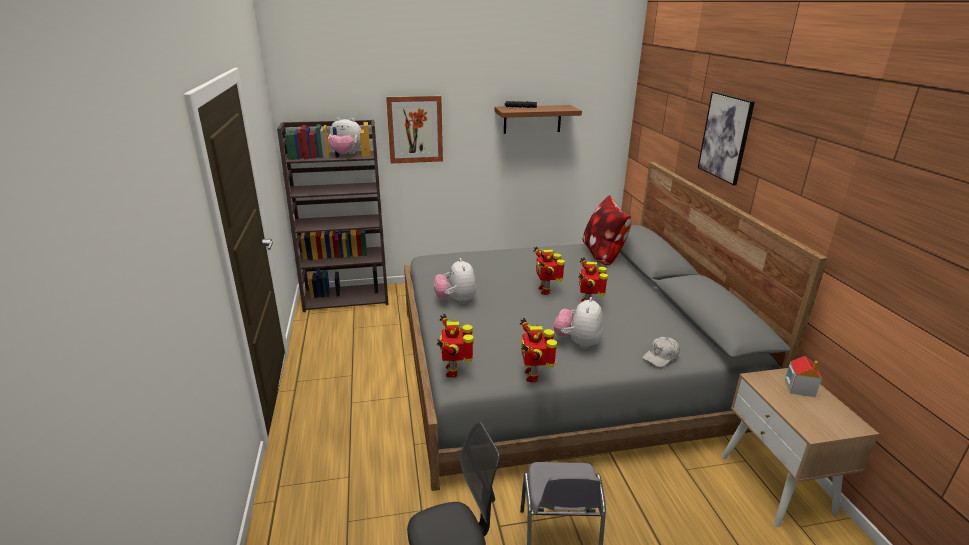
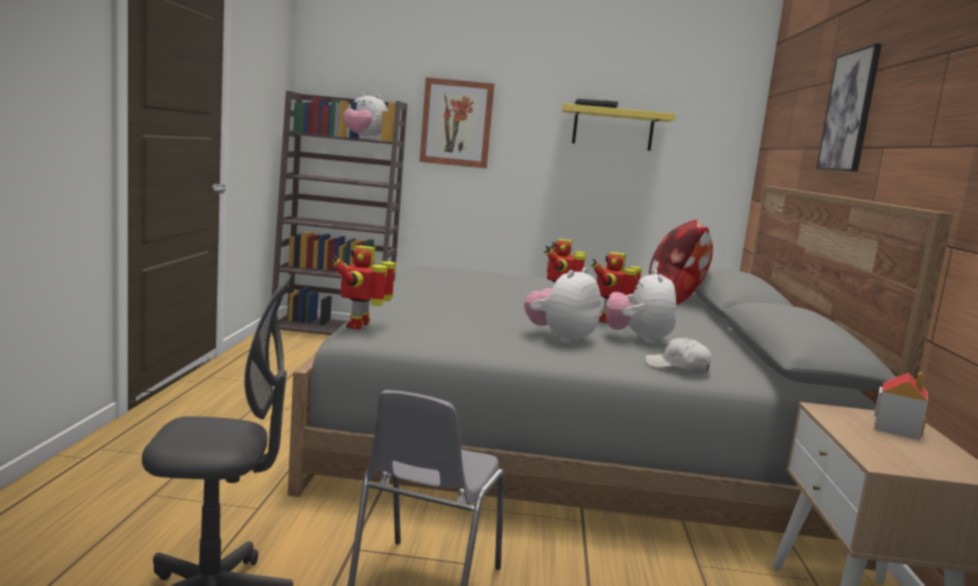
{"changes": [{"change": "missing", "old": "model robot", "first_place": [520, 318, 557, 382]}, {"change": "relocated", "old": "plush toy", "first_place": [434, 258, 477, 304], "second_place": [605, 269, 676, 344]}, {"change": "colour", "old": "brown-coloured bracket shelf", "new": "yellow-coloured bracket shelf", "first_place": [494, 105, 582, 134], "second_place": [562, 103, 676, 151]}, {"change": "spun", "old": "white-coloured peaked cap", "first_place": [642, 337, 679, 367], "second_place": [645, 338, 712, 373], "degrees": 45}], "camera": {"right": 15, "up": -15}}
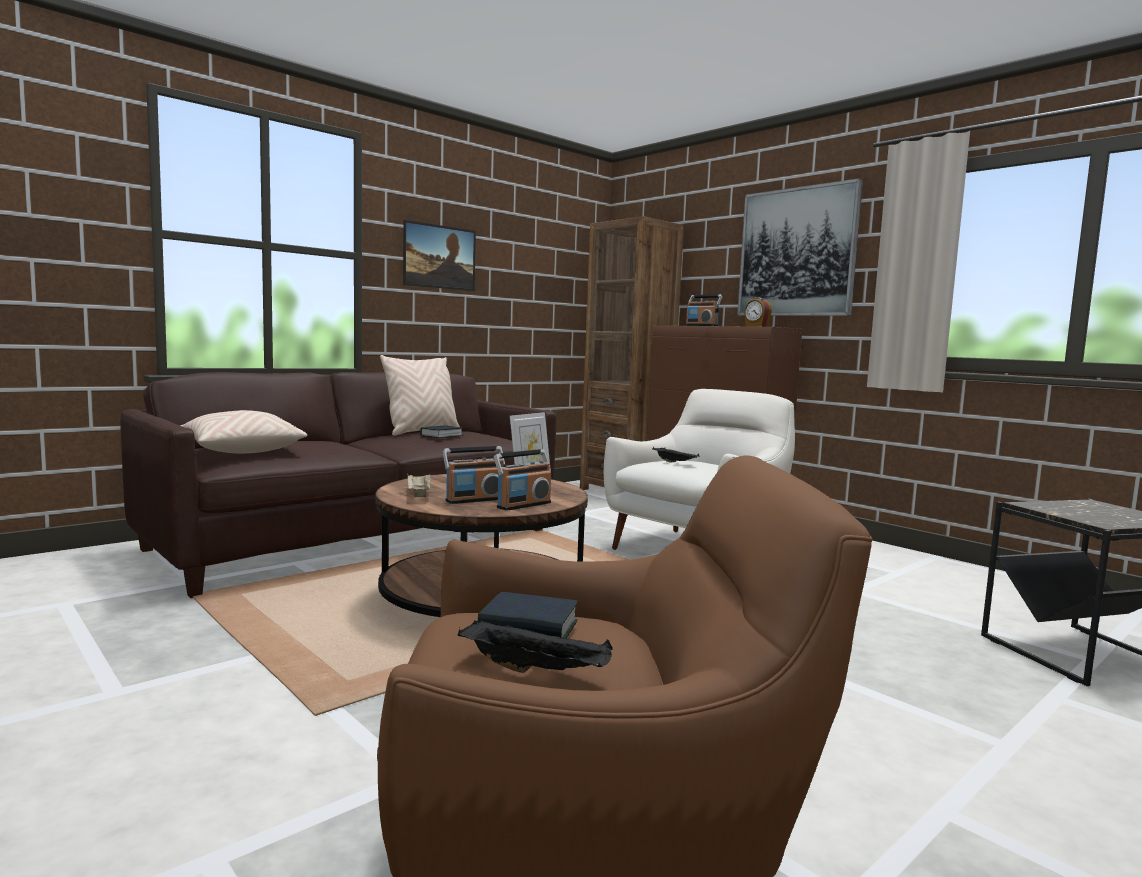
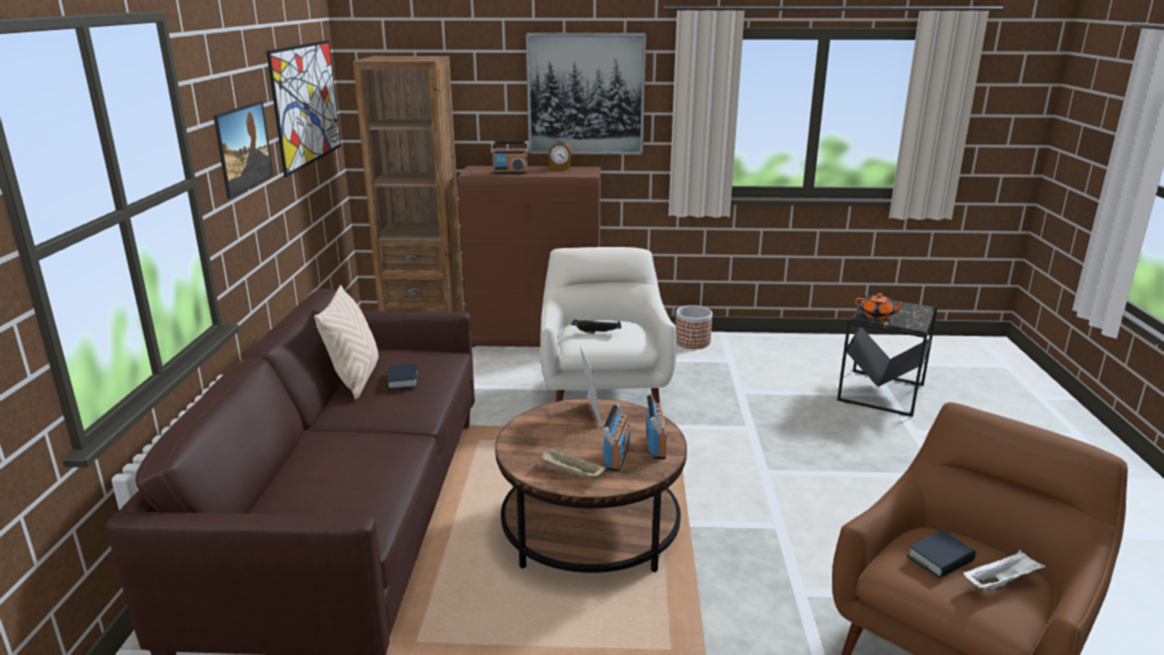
{"changes": [{"change": "missing", "old": "beige-coloured cushion", "first_place": [180, 410, 308, 453]}, {"change": "appeared", "new": "wall picture", "second_place": [266, 40, 341, 177]}, {"change": "appeared", "new": "planter", "second_place": [676, 305, 712, 349]}, {"change": "appeared", "new": "orange teapot", "second_place": [855, 293, 906, 319]}, {"change": "colour", "old": "black tray", "new": "white-coloured tray", "first_place": [458, 619, 613, 673], "second_place": [963, 550, 1046, 591]}], "camera": {"right": -45, "up": 15}}
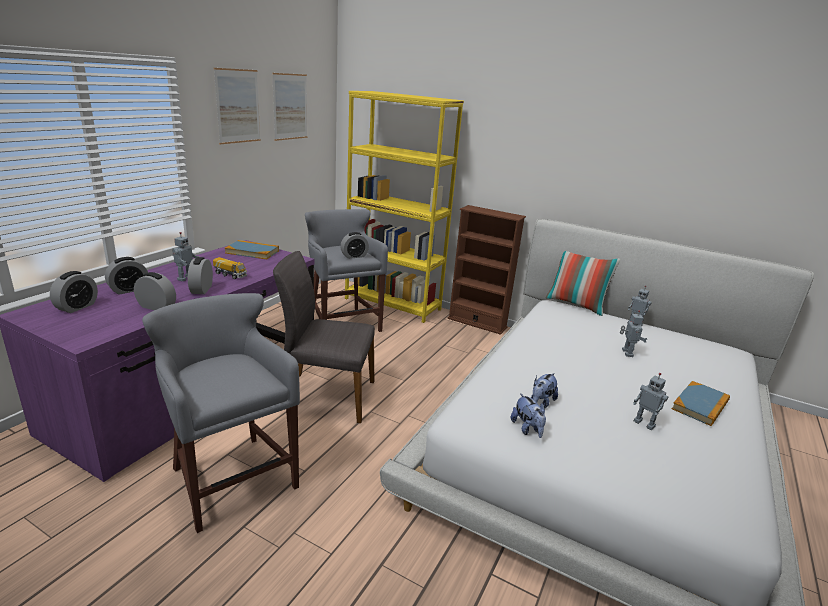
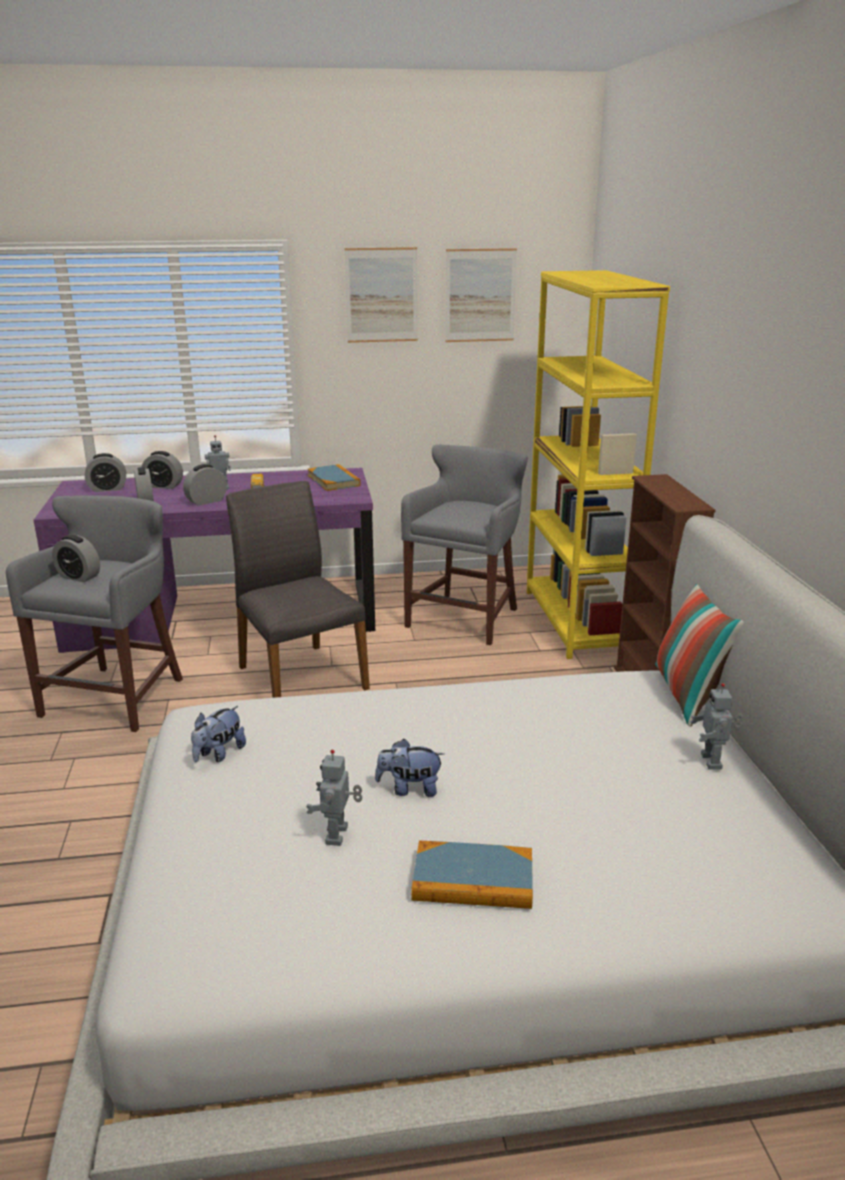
{"changes": [{"change": "missing", "old": "model robot", "first_place": [620, 310, 647, 357]}, {"change": "relocated", "old": "bedside clock", "first_place": [340, 232, 369, 259], "second_place": [52, 535, 100, 582]}, {"change": "relocated", "old": "plush toy", "first_place": [531, 373, 558, 408], "second_place": [375, 739, 444, 797]}], "camera": {"right": 55, "up": 0}}
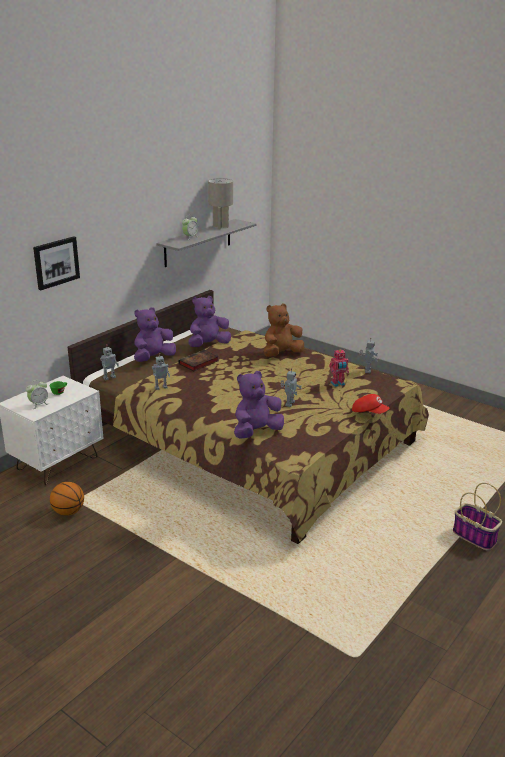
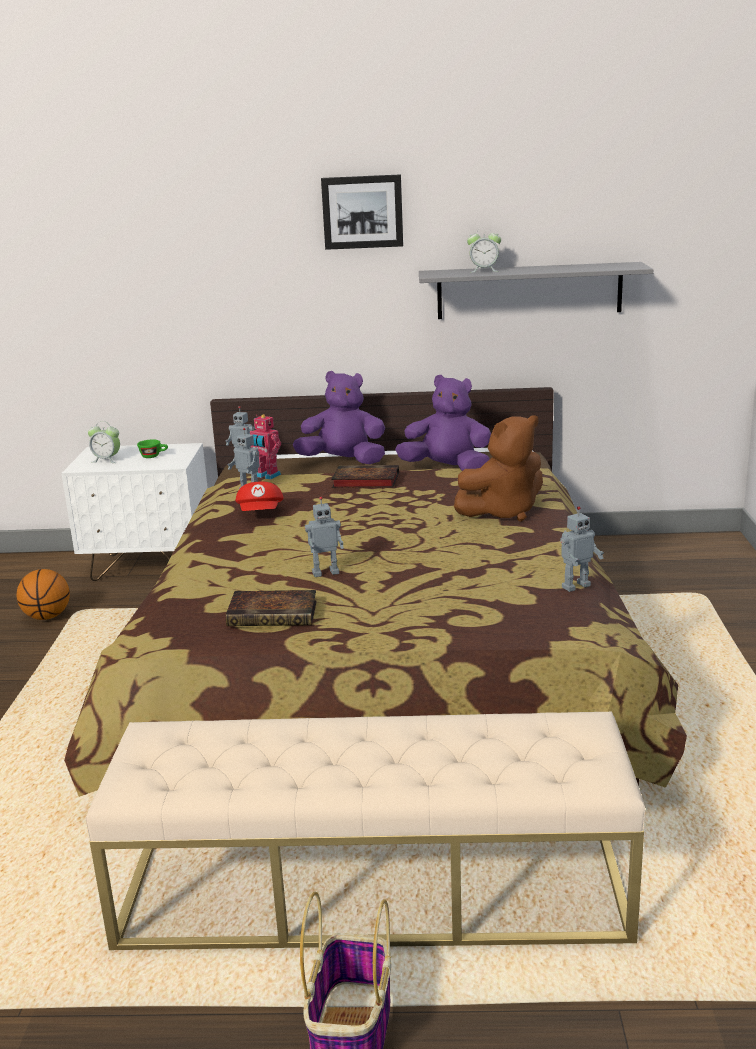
{"changes": [{"change": "missing", "old": "grey table lamp", "first_place": [208, 178, 233, 229]}, {"change": "missing", "old": "purple plush toy", "first_place": [234, 371, 284, 439]}, {"change": "appeared", "new": "beige-coloured indoor bench", "second_place": [86, 712, 645, 950]}, {"change": "appeared", "new": "volume", "second_place": [226, 590, 317, 626]}, {"change": "relocated", "old": "wall picture", "first_place": [33, 236, 80, 290], "second_place": [321, 174, 403, 250]}, {"change": "relocated", "old": "model robot", "first_place": [329, 350, 349, 387], "second_place": [250, 414, 281, 480]}, {"change": "relocated", "old": "reddish peaked cap", "first_place": [352, 394, 389, 414], "second_place": [235, 482, 284, 511]}, {"change": "spun", "old": "brown-coloured plush toy", "first_place": [264, 303, 304, 357], "second_place": [454, 415, 543, 521], "degrees": 135}], "camera": {"right": 55, "up": -5}}
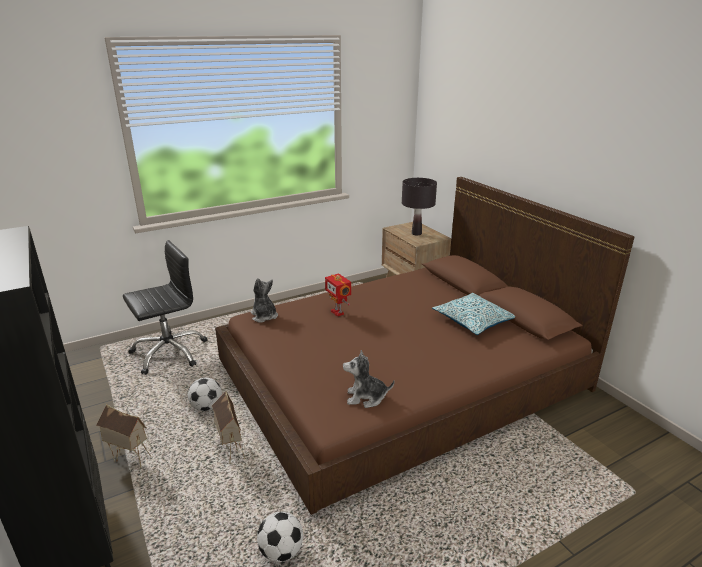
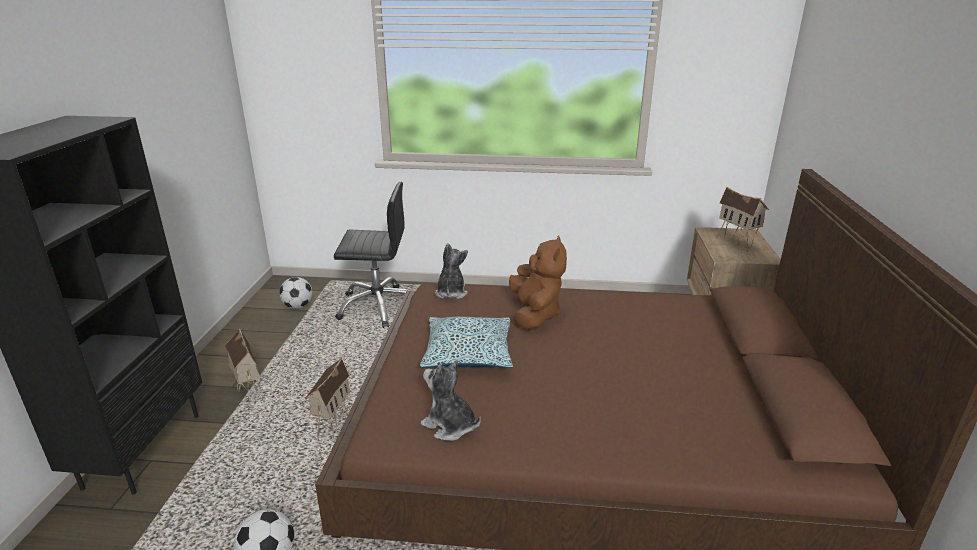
{"changes": [{"change": "relocated", "old": "football ball", "first_place": [188, 378, 222, 411], "second_place": [279, 277, 313, 309]}, {"change": "relocated", "old": "cushion", "first_place": [432, 293, 515, 335], "second_place": [420, 317, 513, 368]}, {"change": "exchanged", "old": "model robot", "new": "brown-coloured plush toy", "first_place": [325, 274, 351, 316], "second_place": [509, 236, 567, 330]}, {"change": "exchanged", "old": "black table lamp", "new": "toy house", "first_place": [402, 178, 437, 235], "second_place": [714, 186, 769, 252]}], "camera": {"right": 35, "up": 0}}
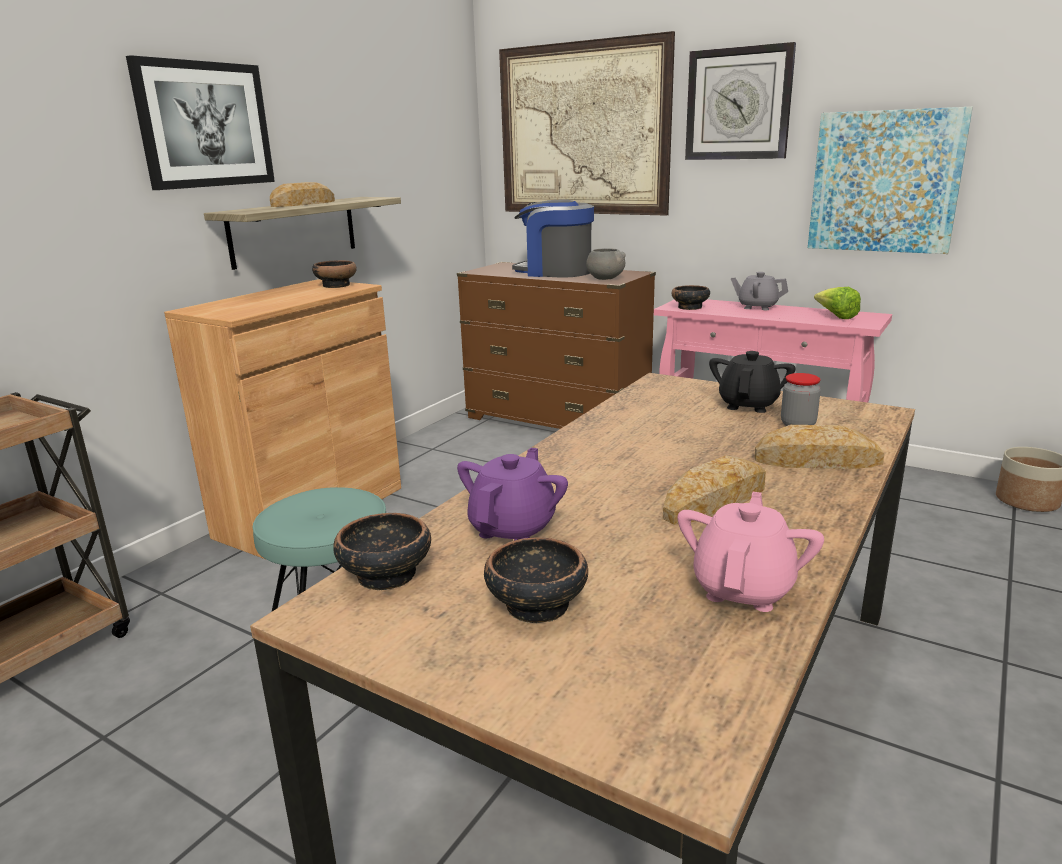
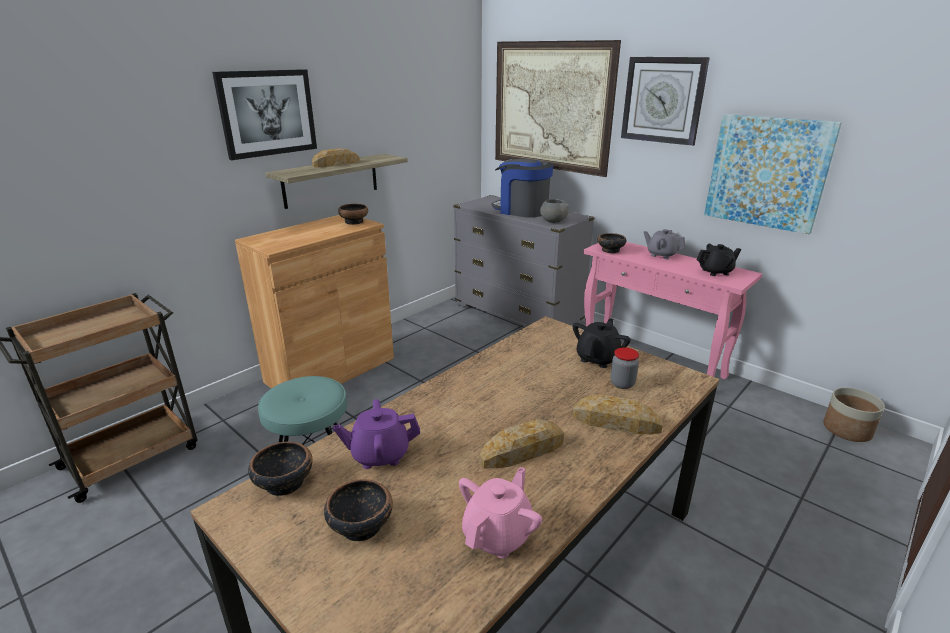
{"changes": [{"change": "exchanged", "old": "lettuce head", "new": "black teapot", "first_place": [814, 287, 861, 319], "second_place": [696, 244, 741, 276]}, {"change": "colour", "old": "brown-coloured dresser", "new": "grey dresser", "first_place": [457, 262, 656, 429], "second_place": [453, 195, 595, 327]}, {"change": "spun", "old": "purple teapot", "first_place": [457, 448, 568, 540], "second_place": [333, 399, 420, 469], "degrees": -135}], "camera": {"right": 10, "up": 5}}
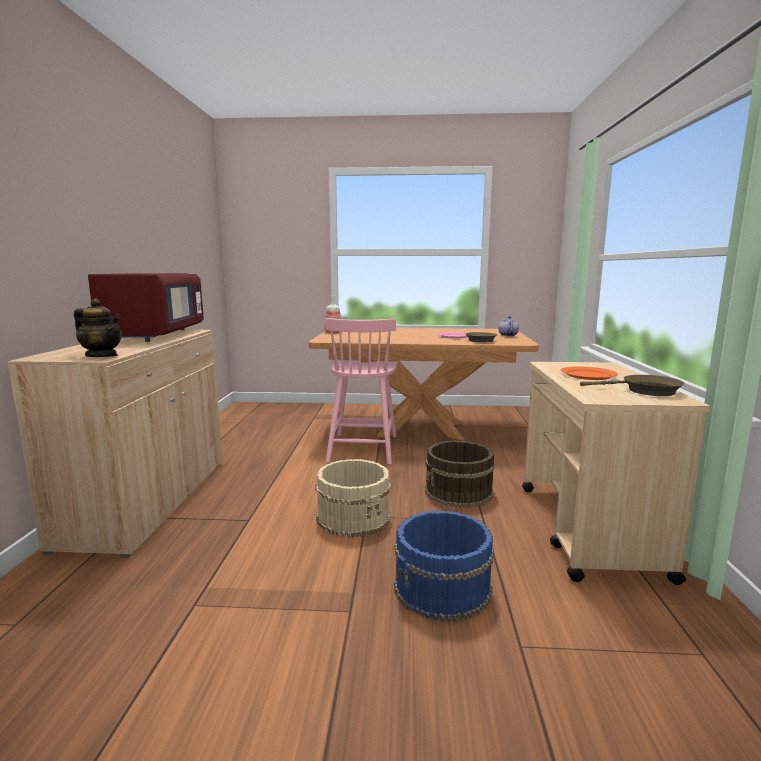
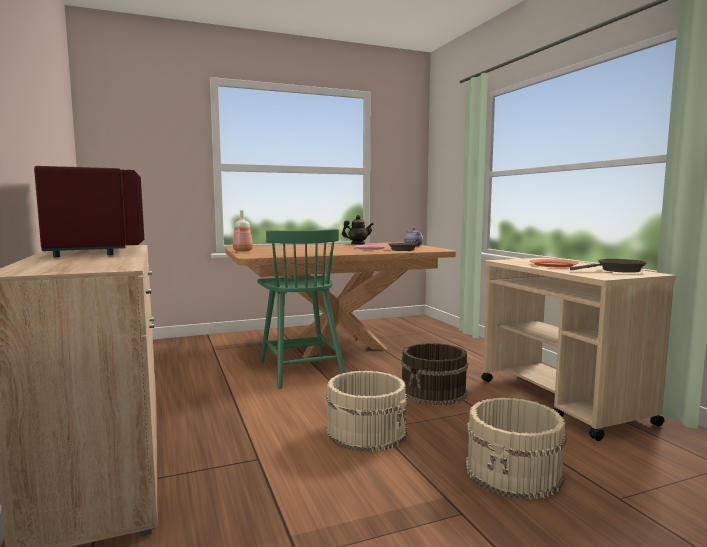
{"changes": [{"change": "relocated", "old": "teapot", "first_place": [74, 298, 122, 357], "second_place": [342, 215, 374, 244]}, {"change": "colour", "old": "pink-coloured upright chair", "new": "green-coloured upright chair", "first_place": [325, 318, 398, 465], "second_place": [258, 229, 345, 389]}, {"change": "colour", "old": "blue bucket", "new": "beige-coloured bucket", "first_place": [394, 511, 494, 622], "second_place": [466, 397, 567, 500]}], "camera": {"right": -25, "up": -5}}
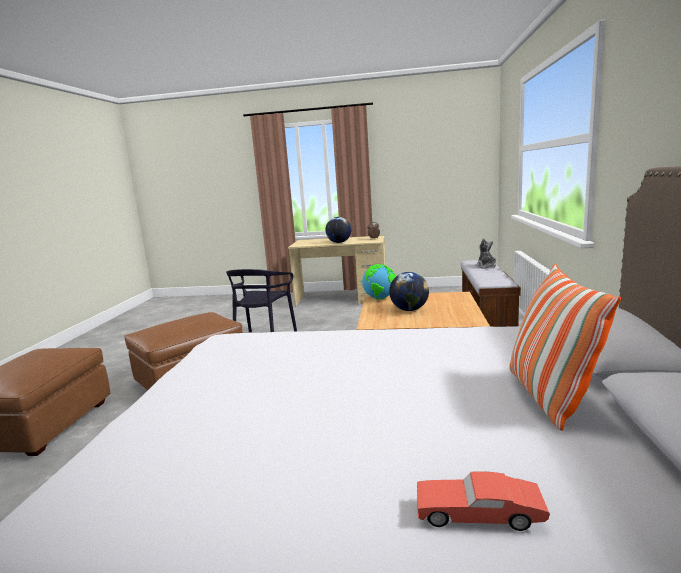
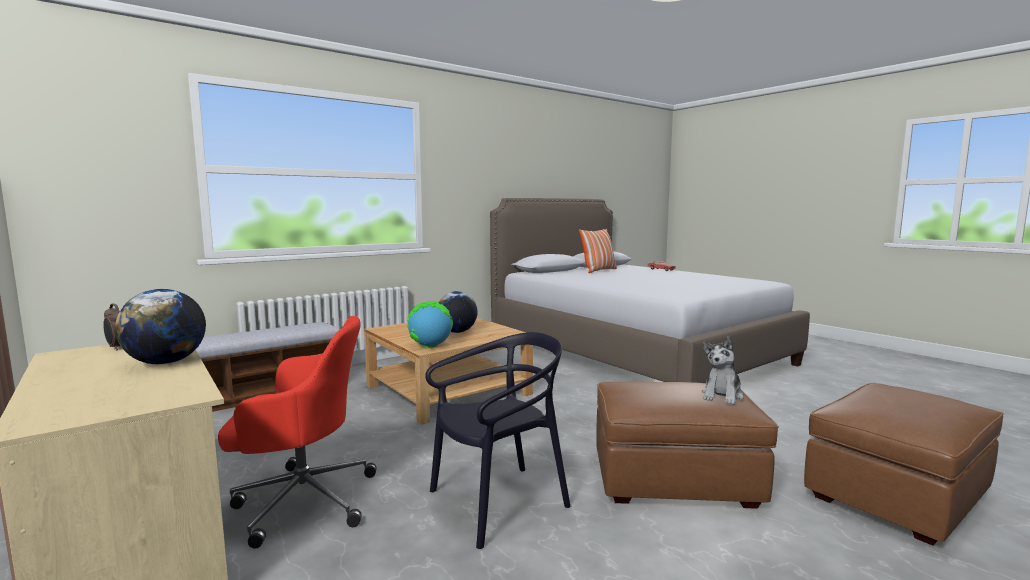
{"changes": [{"change": "appeared", "new": "reddish desk chair", "second_place": [218, 316, 377, 549]}, {"change": "relocated", "old": "plush toy", "first_place": [475, 238, 496, 269], "second_place": [702, 337, 744, 405]}], "camera": {"right": -135, "up": -5}}
